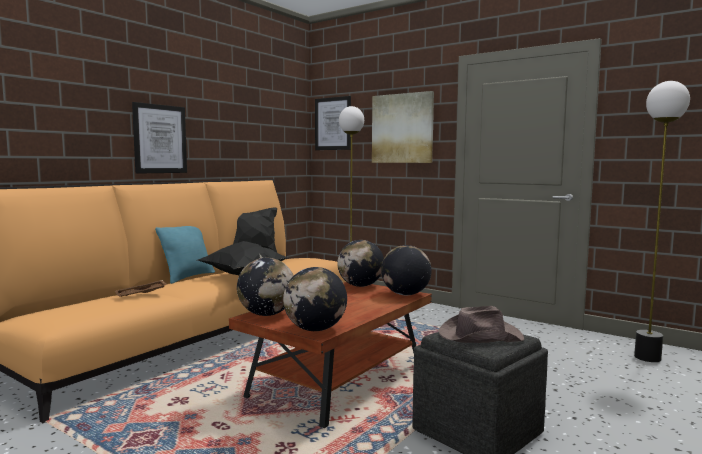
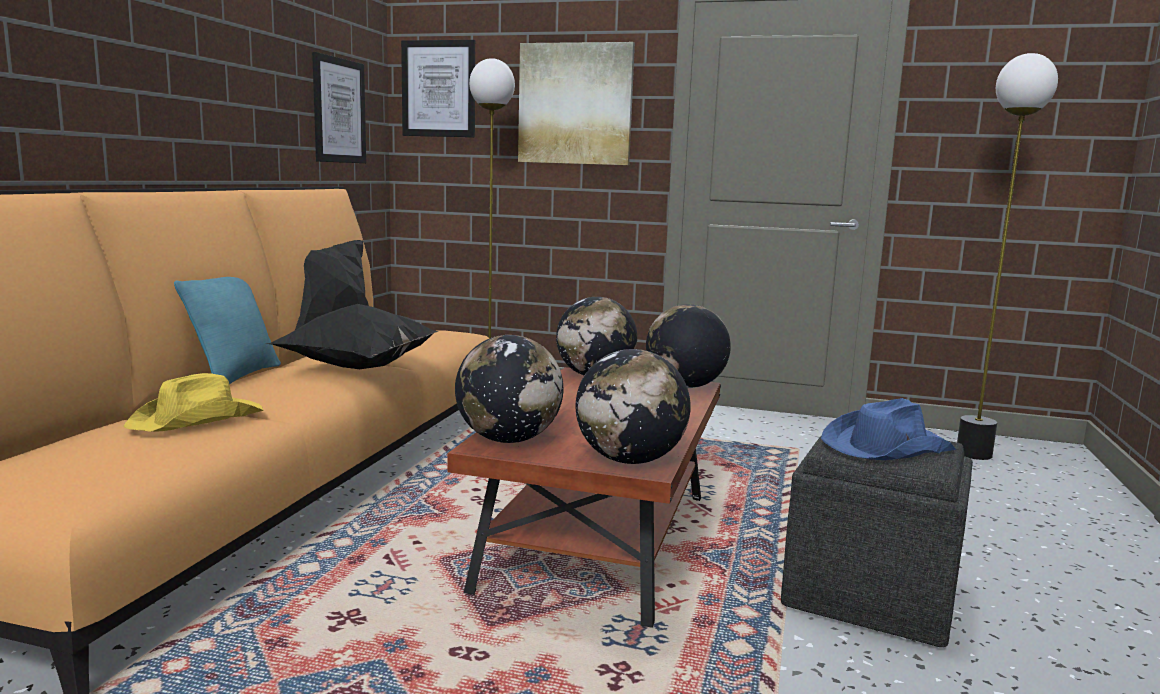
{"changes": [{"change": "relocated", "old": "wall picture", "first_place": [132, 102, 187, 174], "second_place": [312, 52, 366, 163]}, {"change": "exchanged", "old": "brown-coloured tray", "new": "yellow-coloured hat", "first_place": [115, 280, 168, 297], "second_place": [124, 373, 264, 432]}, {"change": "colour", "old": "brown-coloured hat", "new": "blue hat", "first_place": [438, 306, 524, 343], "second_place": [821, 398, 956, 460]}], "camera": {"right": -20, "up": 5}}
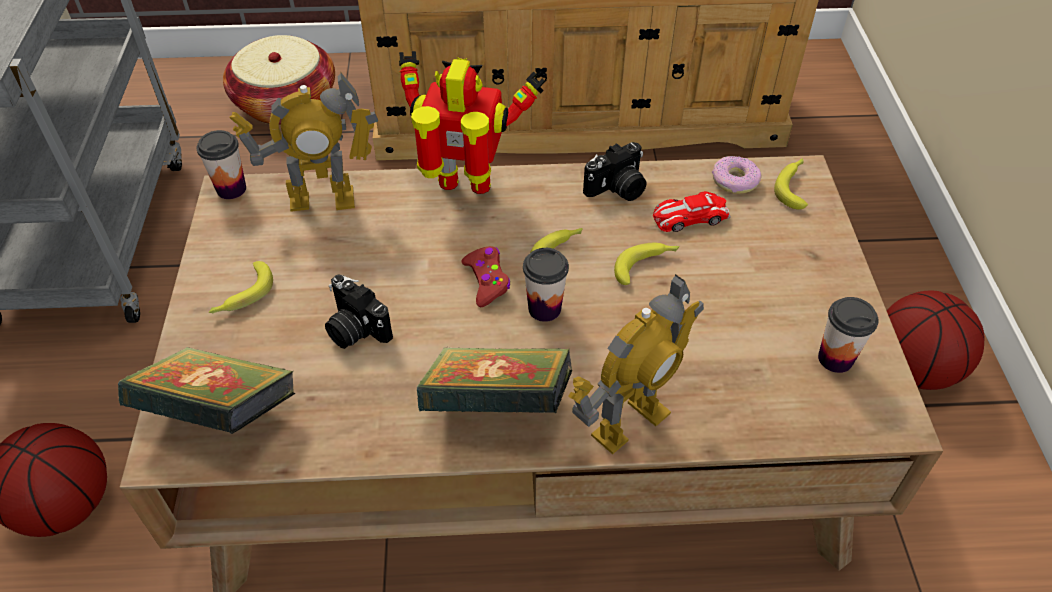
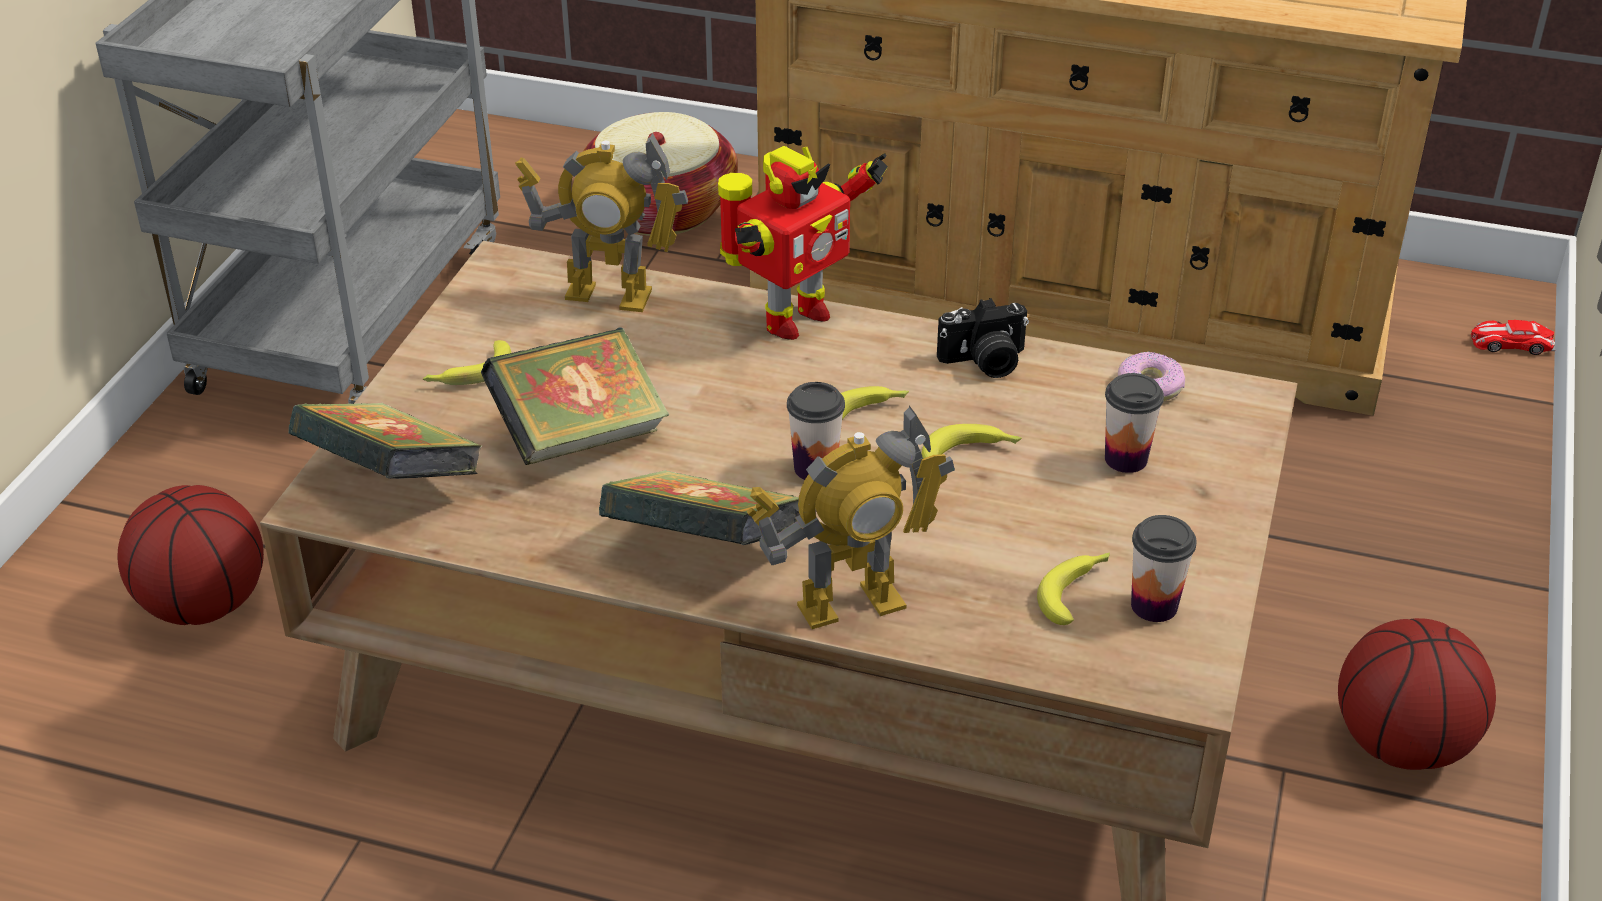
{"changes": [{"change": "missing", "old": "reddish game controller", "first_place": [462, 246, 510, 307]}, {"change": "relocated", "old": "small cup", "first_place": [196, 130, 246, 199], "second_place": [1105, 373, 1164, 473]}, {"change": "relocated", "old": "toy car", "first_place": [653, 191, 731, 232], "second_place": [1471, 320, 1555, 355]}, {"change": "relocated", "old": "banana fruit", "first_place": [774, 158, 808, 209], "second_place": [1037, 553, 1110, 625]}, {"change": "exchanged", "old": "photo camera", "new": "volume", "first_place": [325, 275, 393, 349], "second_place": [481, 327, 669, 465]}, {"change": "spun", "old": "model robot", "first_place": [399, 51, 545, 194], "second_place": [718, 146, 888, 340], "degrees": 105}], "camera": {"right": 20, "up": -10}}
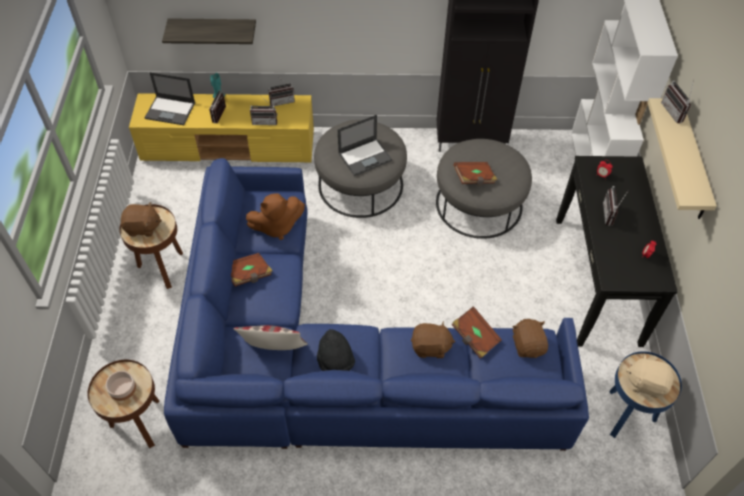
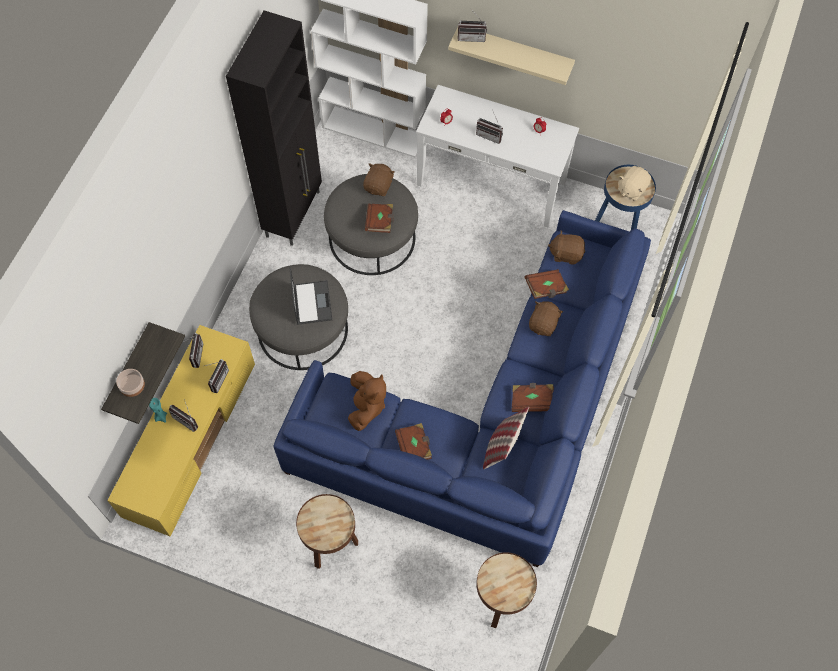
{"changes": [{"change": "missing", "old": "notebook computer", "first_place": [145, 72, 195, 125]}, {"change": "relocated", "old": "serving bowl", "first_place": [106, 371, 136, 401], "second_place": [116, 369, 145, 397]}, {"change": "relocated", "old": "brown-coloured plush toy", "first_place": [121, 202, 162, 237], "second_place": [363, 163, 395, 196]}, {"change": "exchanged", "old": "black hat", "new": "brown-coloured volume", "first_place": [317, 329, 355, 371], "second_place": [511, 383, 554, 412]}, {"change": "colour", "old": "black narrow table", "new": "white-coloured narrow table", "first_place": [556, 156, 678, 347], "second_place": [416, 85, 579, 227]}], "camera": {"right": -70, "up": 10}}
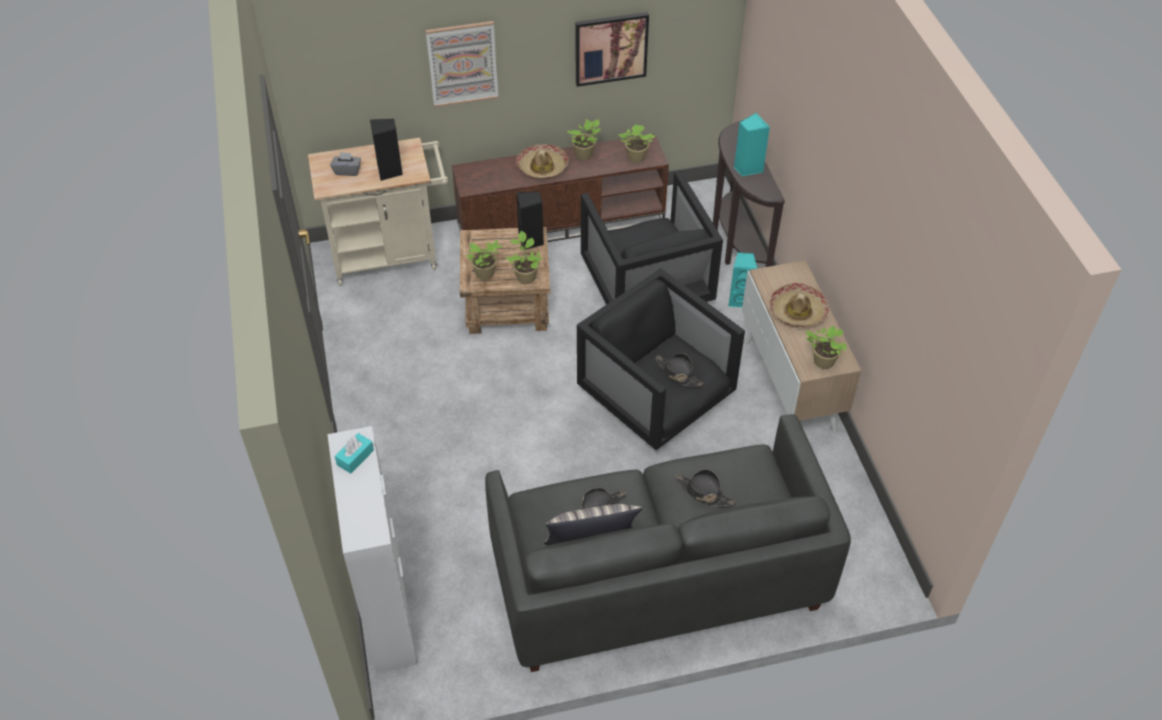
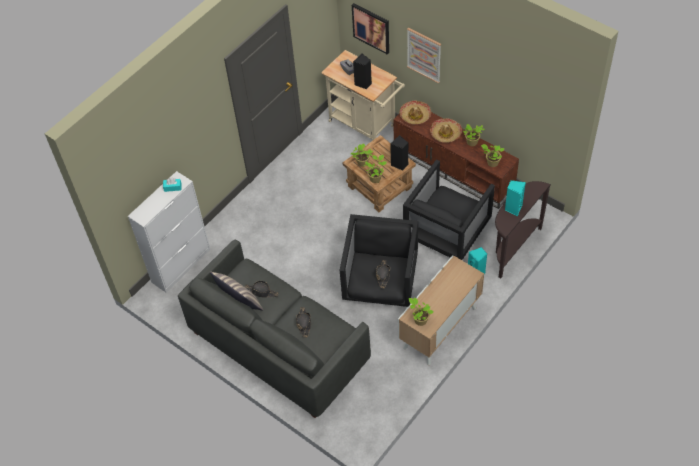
{"changes": [{"change": "relocated", "old": "wall picture", "first_place": [575, 12, 649, 87], "second_place": [352, 3, 389, 55]}, {"change": "relocated", "old": "hat", "first_place": [770, 283, 829, 327], "second_place": [400, 100, 431, 125]}], "camera": {"right": 55, "up": 5}}
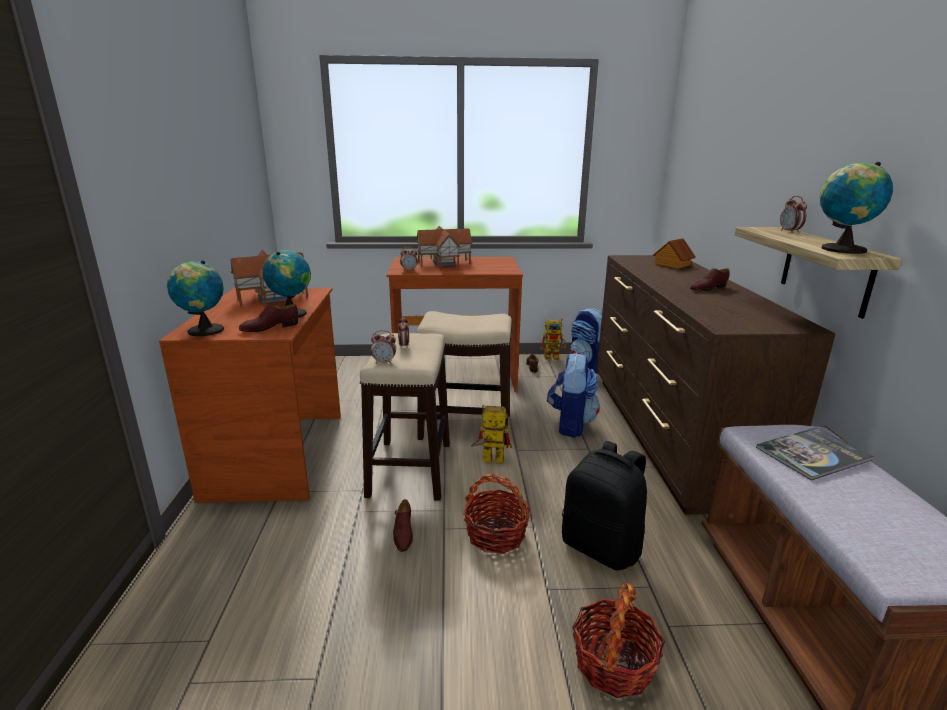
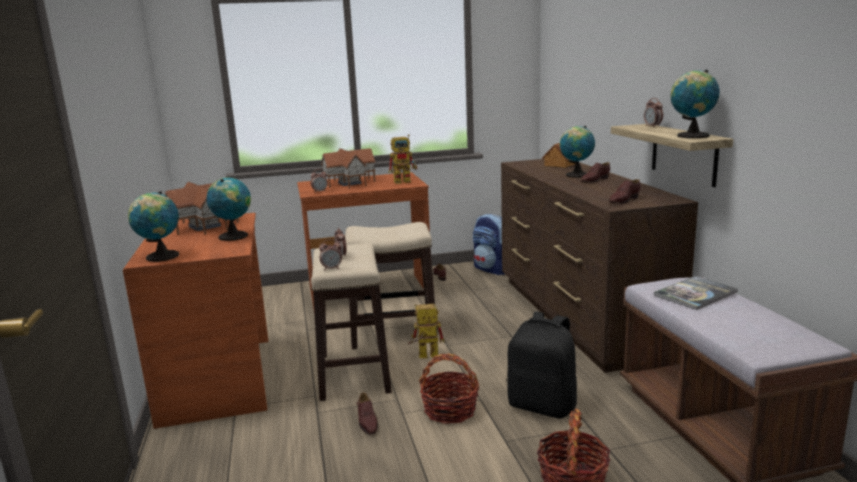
{"changes": [{"change": "missing", "old": "rucksack", "first_place": [547, 353, 600, 438]}, {"change": "appeared", "new": "world globe", "second_place": [560, 126, 595, 178]}, {"change": "relocated", "old": "brown-coloured low shoe", "first_place": [239, 304, 298, 332], "second_place": [609, 179, 641, 204]}, {"change": "relocated", "old": "model robot", "first_place": [540, 319, 566, 360], "second_place": [388, 134, 417, 184]}], "camera": {"right": -10, "up": -5}}
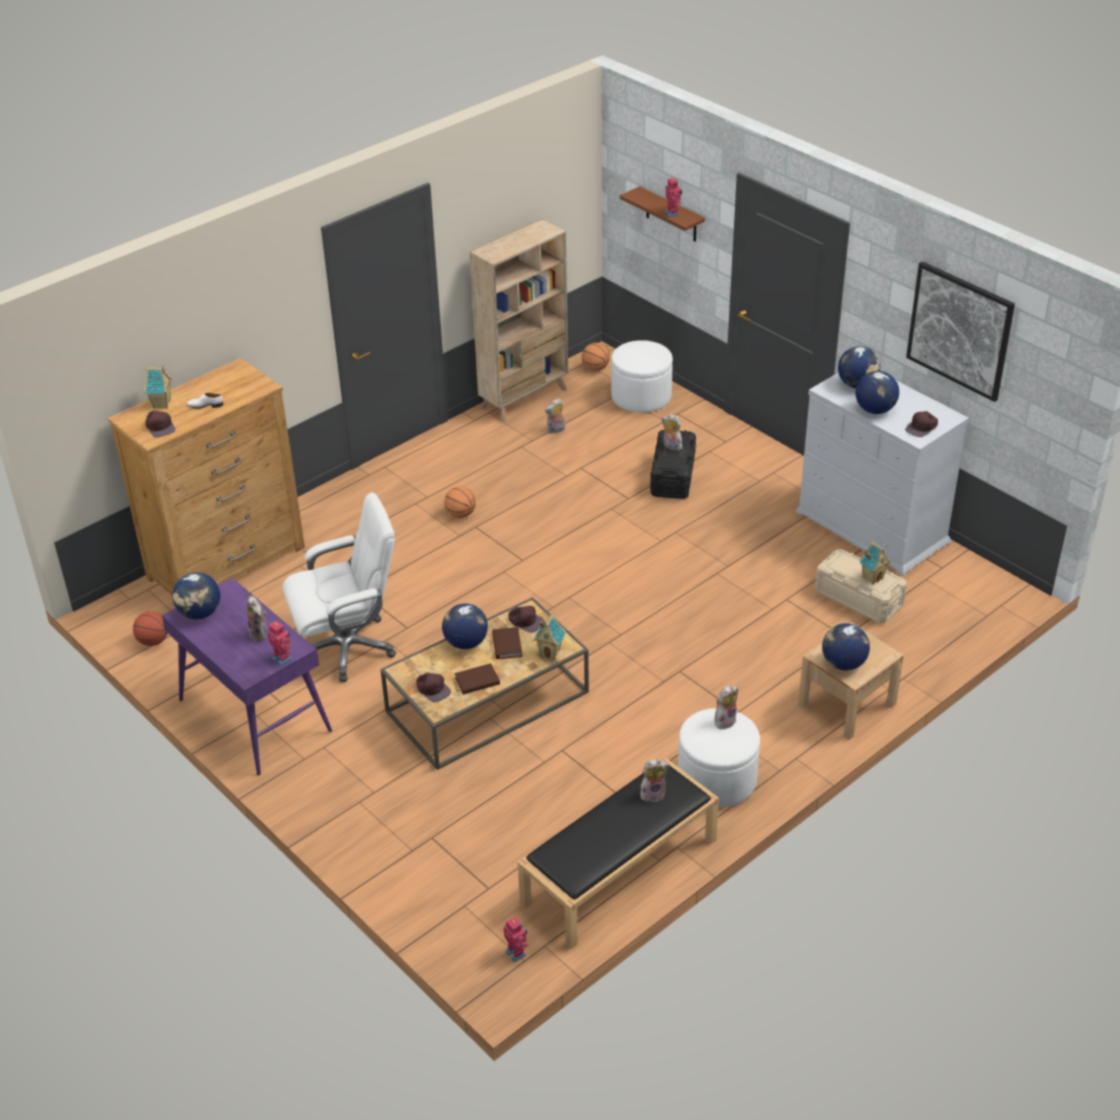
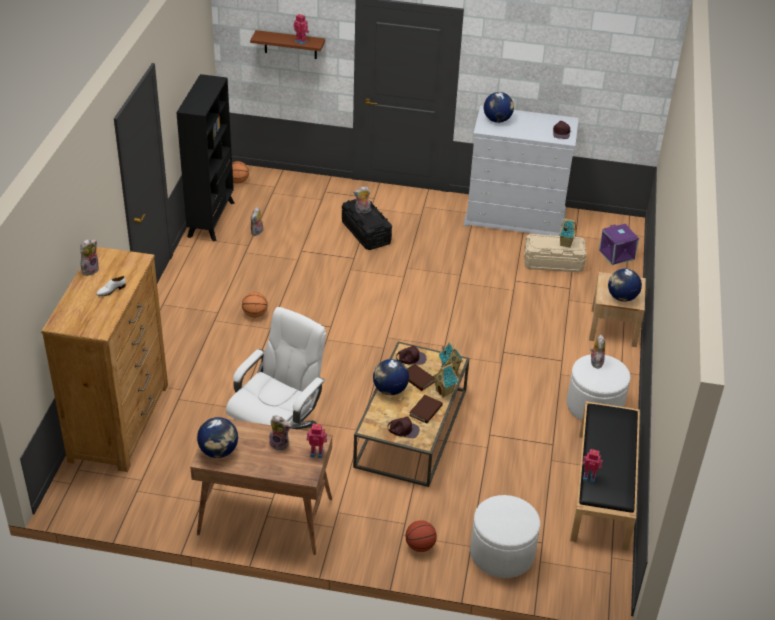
{"changes": [{"change": "missing", "old": "brown-coloured peaked cap", "first_place": [145, 411, 175, 437]}, {"change": "missing", "old": "world globe", "first_place": [856, 371, 899, 414]}, {"change": "missing", "old": "wall picture", "first_place": [906, 261, 1015, 402]}, {"change": "appeared", "new": "purple storage container", "second_place": [599, 224, 639, 265]}, {"change": "relocated", "old": "basketball ball", "first_place": [133, 612, 168, 646], "second_place": [405, 520, 437, 552]}, {"change": "relocated", "old": "toy house", "first_place": [144, 366, 172, 409], "second_place": [433, 362, 459, 398]}, {"change": "relocated", "old": "model robot", "first_place": [503, 916, 529, 962], "second_place": [582, 449, 603, 483]}, {"change": "relocated", "old": "white-coloured footrest", "first_place": [611, 340, 673, 412], "second_place": [470, 495, 540, 578]}, {"change": "relocated", "old": "plush toy", "first_place": [640, 759, 670, 802], "second_place": [80, 239, 99, 276]}, {"change": "colour", "old": "purple desk", "new": "brown-coloured desk", "first_place": [162, 578, 332, 776], "second_place": [190, 416, 332, 555]}, {"change": "colour", "old": "beige-coloured bookshelf", "new": "black bookshelf", "first_place": [470, 219, 568, 423], "second_place": [176, 74, 235, 241]}], "camera": {"right": -40, "up": 0}}
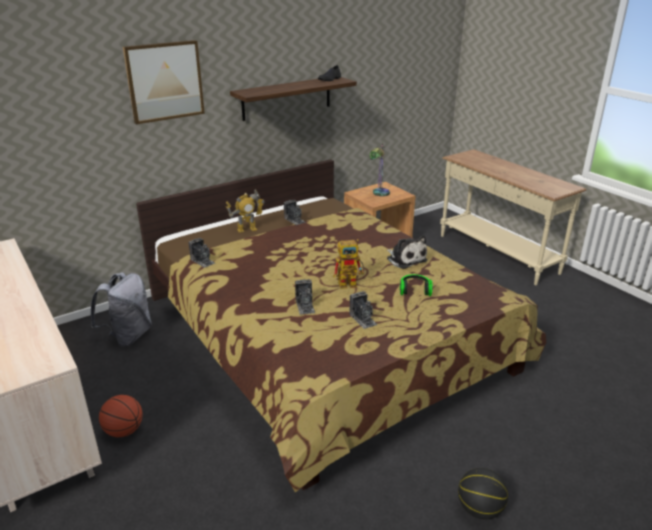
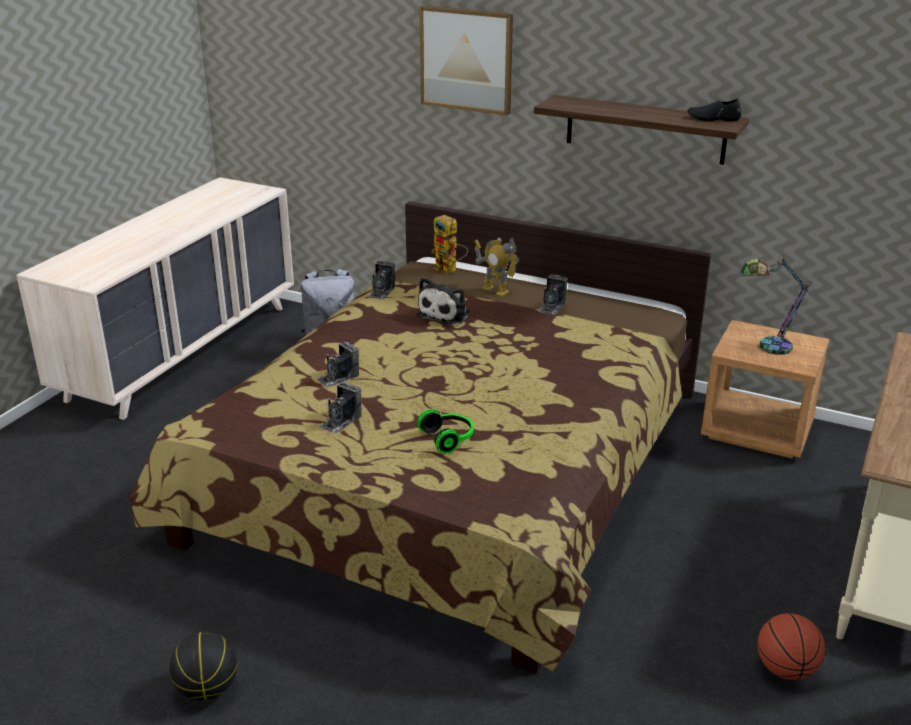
{"changes": [{"change": "relocated", "old": "basketball ball", "first_place": [99, 395, 143, 437], "second_place": [757, 613, 825, 680]}, {"change": "relocated", "old": "model robot", "first_place": [333, 239, 364, 289], "second_place": [431, 215, 468, 274]}, {"change": "relocated", "old": "plush toy", "first_place": [387, 235, 428, 269], "second_place": [416, 277, 470, 325]}], "camera": {"right": 60, "up": 0}}
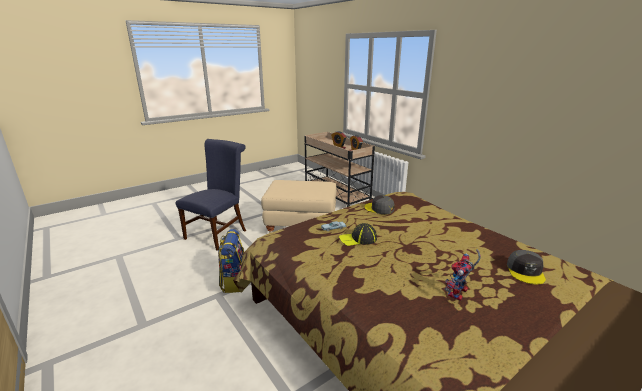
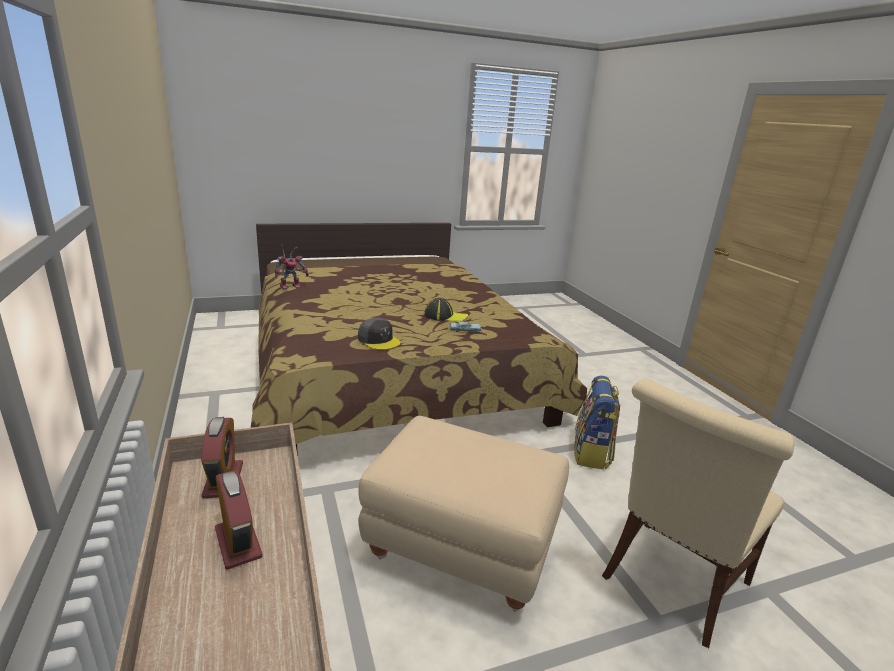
{"changes": [{"change": "missing", "old": "grey peaked cap", "first_place": [507, 250, 546, 284]}, {"change": "relocated", "old": "model robot", "first_place": [445, 249, 481, 301], "second_place": [275, 244, 309, 290]}, {"change": "colour", "old": "blue upright chair", "new": "beige-coloured upright chair", "first_place": [176, 139, 246, 251], "second_place": [602, 379, 794, 648]}], "camera": {"right": -165, "up": 0}}
